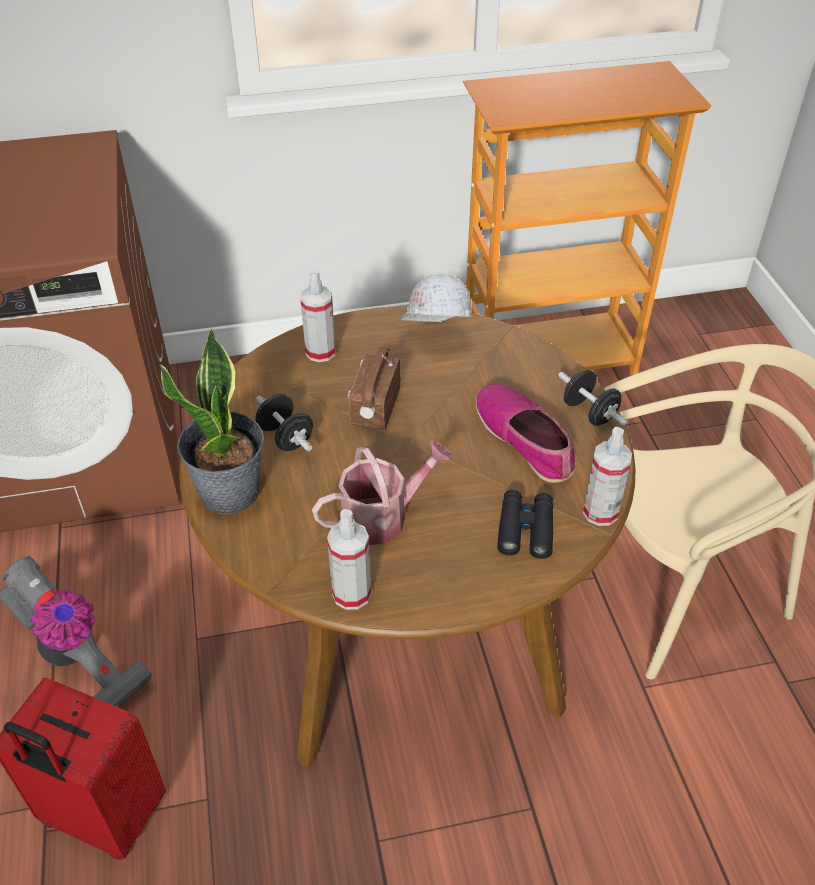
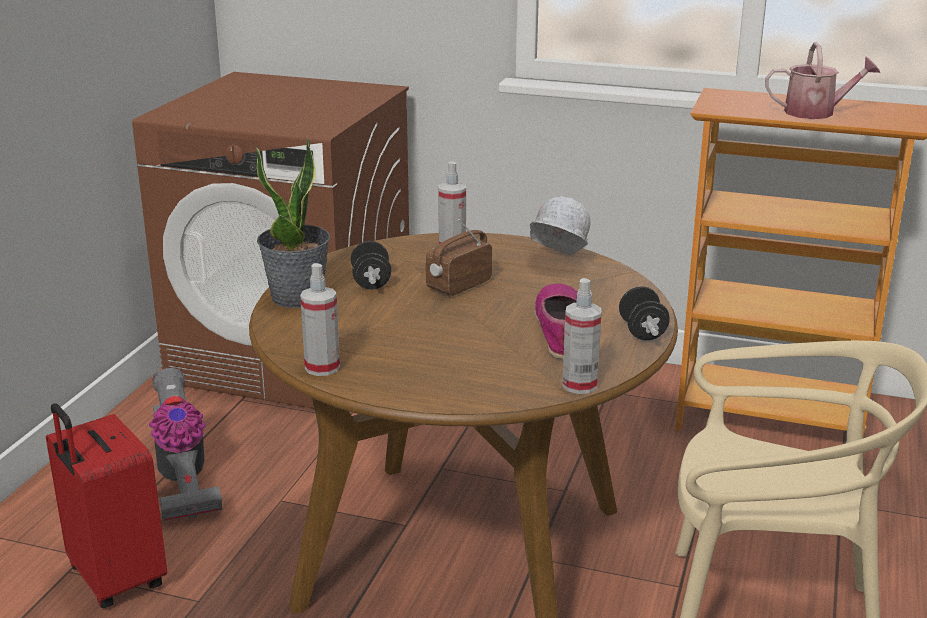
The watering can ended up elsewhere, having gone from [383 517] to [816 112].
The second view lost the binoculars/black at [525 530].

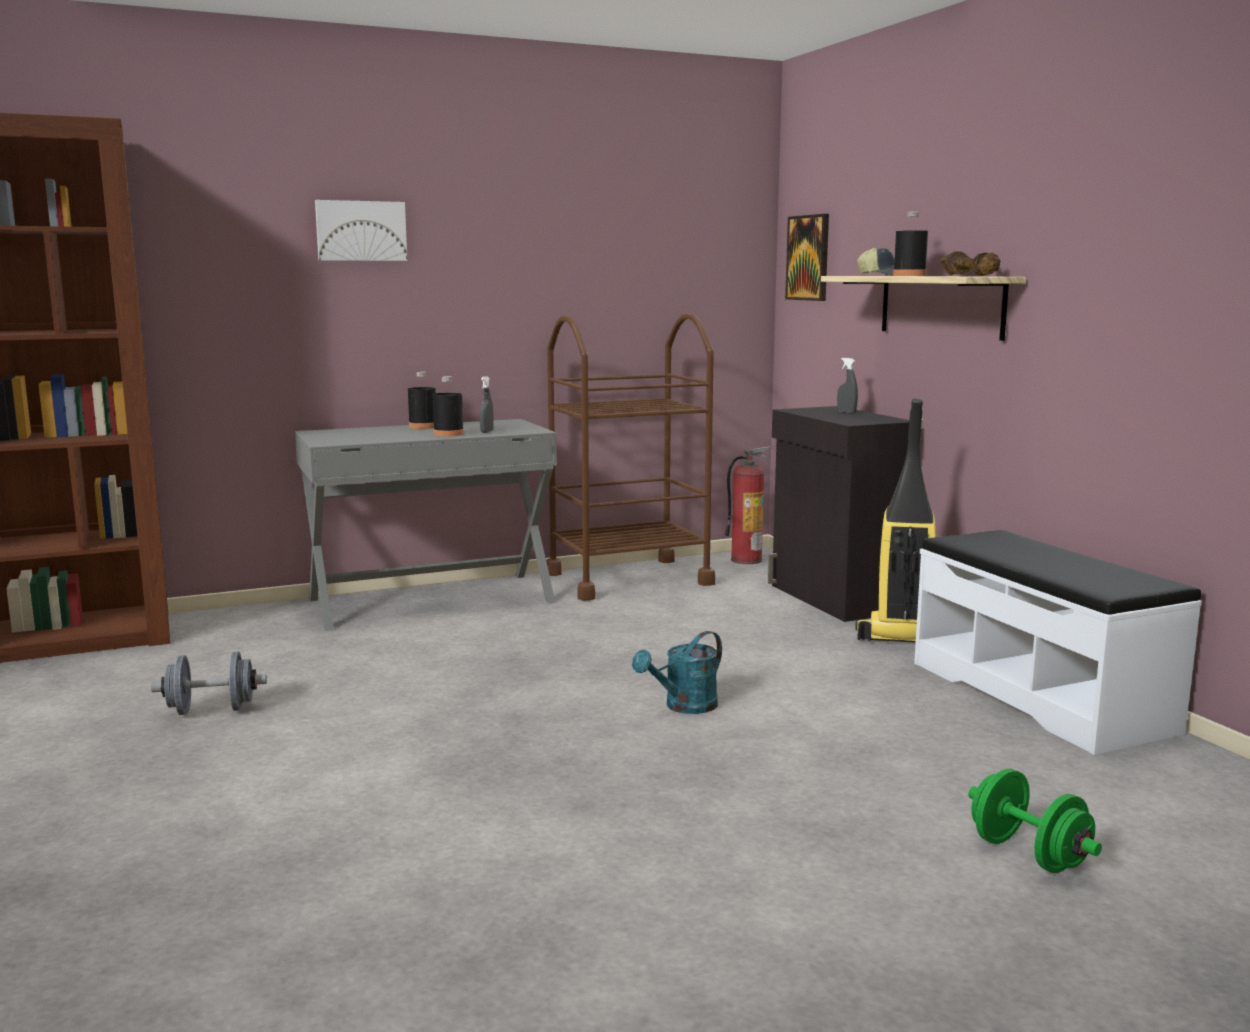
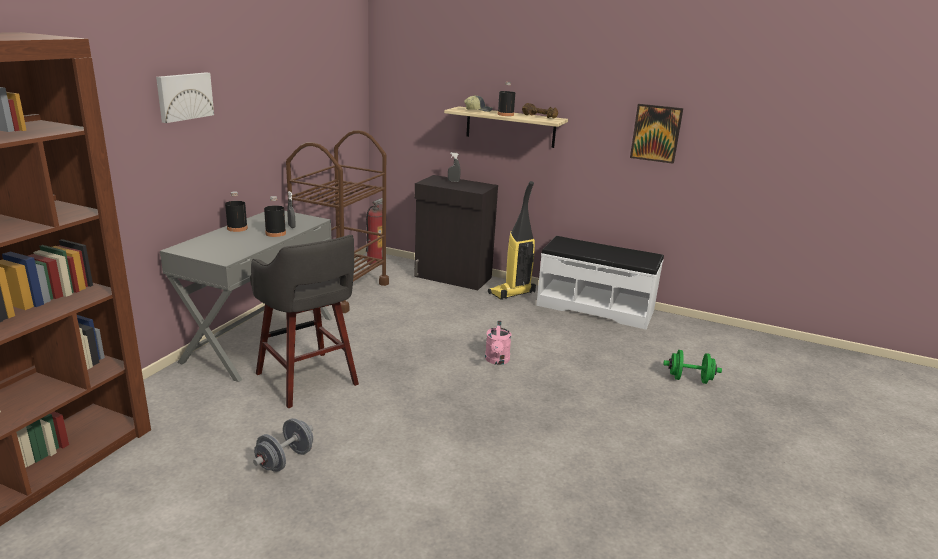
What was the watering can/turquoise at [684 707] turned into the watering can/pink at [497 361].
The picture ended up elsewhere, having gone from [808 258] to [656 133].
The second view gained the stool/grey at [308 380].

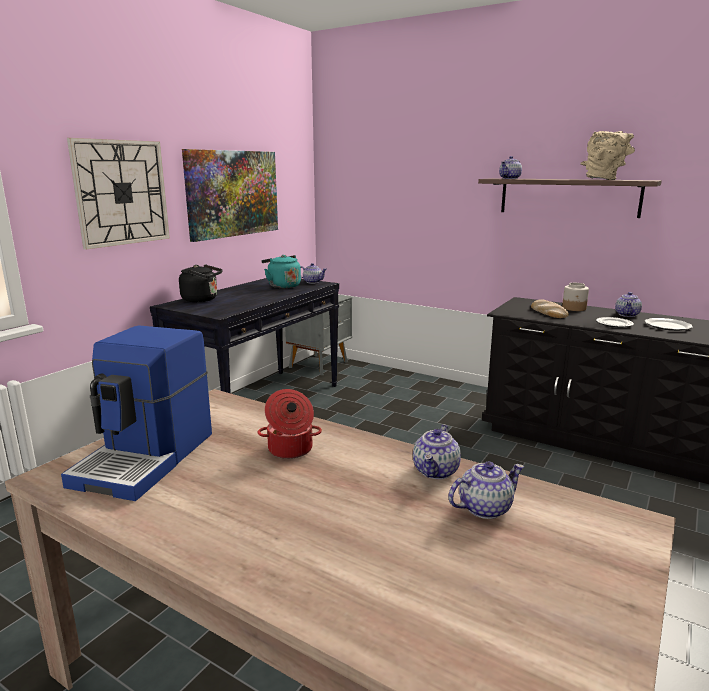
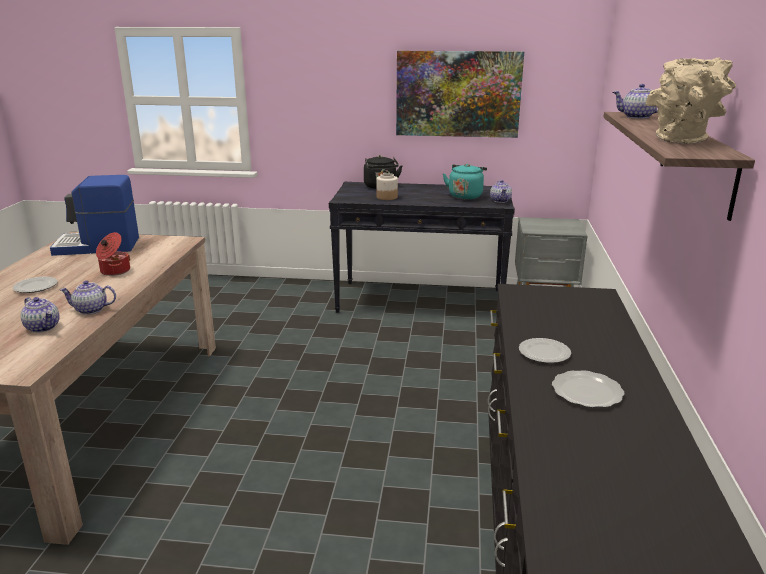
The second view lost the wall clock at [121 193].
The second view lost the bread at [548 312].
The jar ended up elsewhere, having gone from [574 308] to [386 197].
The second view lost the teapot at [627 315].
The second view gained the plate at [35 287].

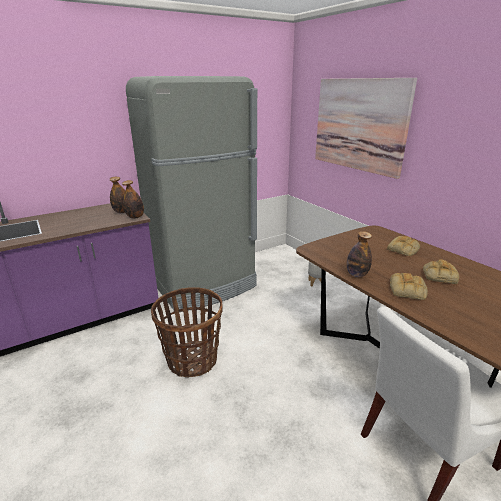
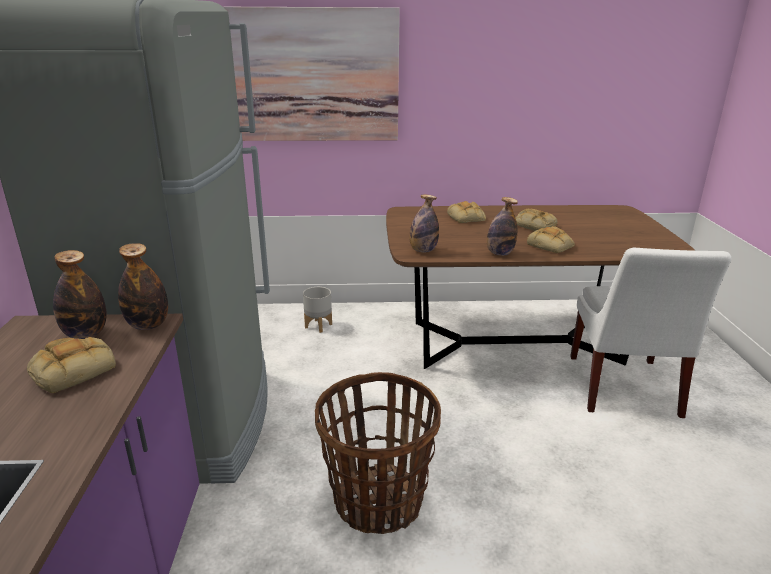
The second view gained the bread at [74 370].
The second view gained the bottle at [423 250].

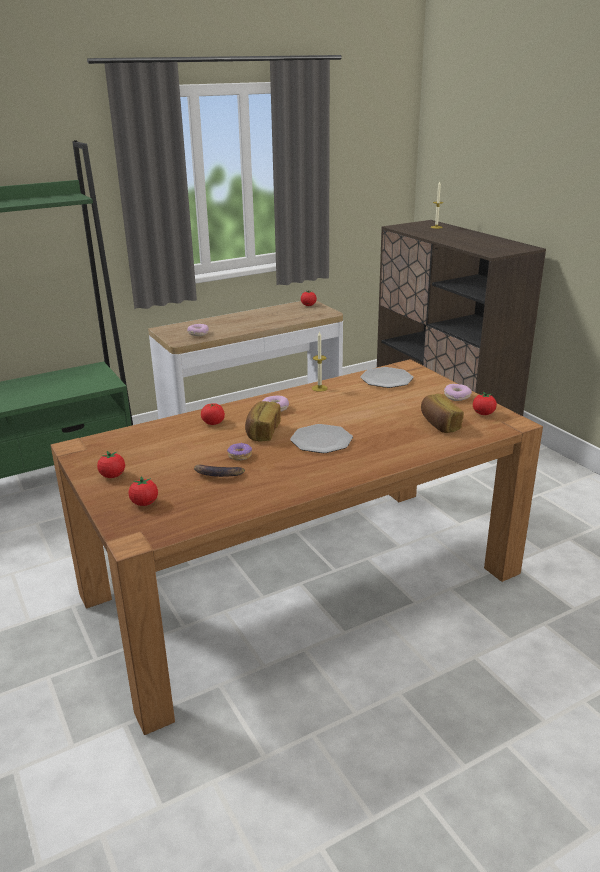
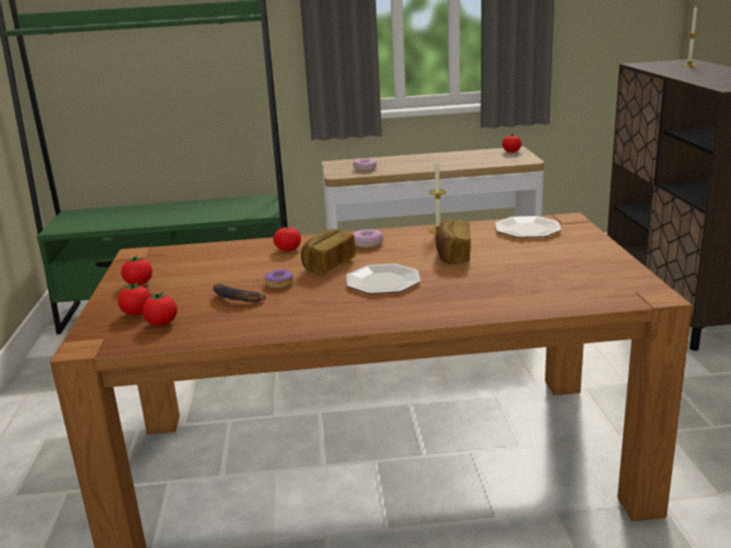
The bread ended up elsewhere, having gone from [439 424] to [453 255].
The second view lost the donut at [457 396].
The tomato ended up elsewhere, having gone from [483 414] to [162 324].

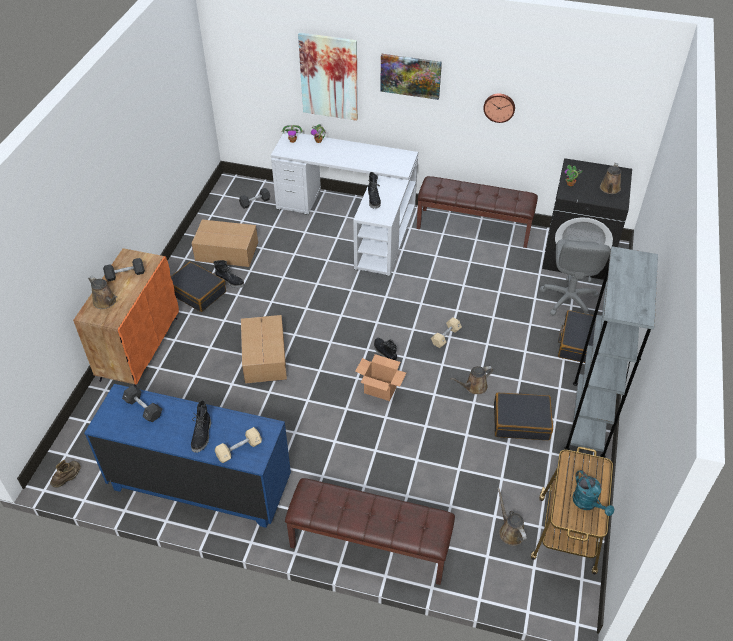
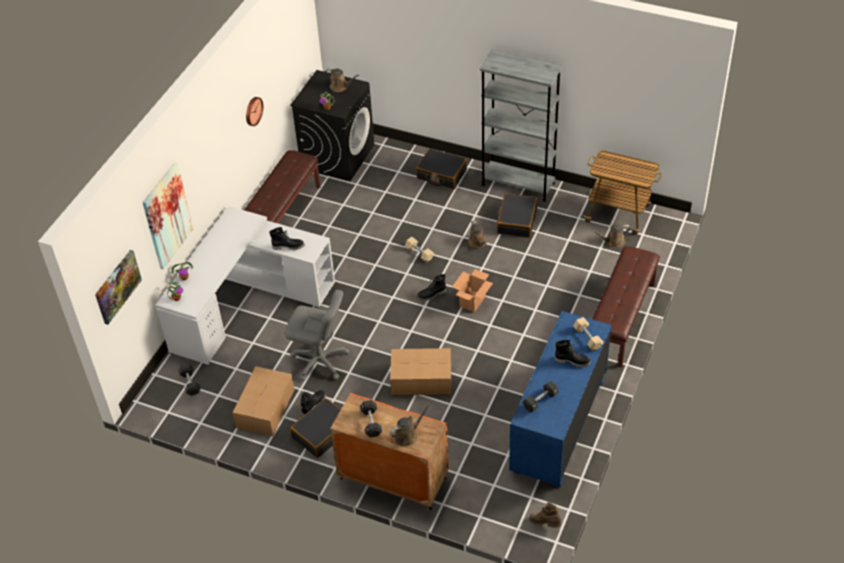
The picture ended up elsewhere, having gone from [410 76] to [117 286].
The office chair/grey ended up elsewhere, having gone from [568 299] to [320 361].
The second view lost the watering can/turquoise at [587 503].

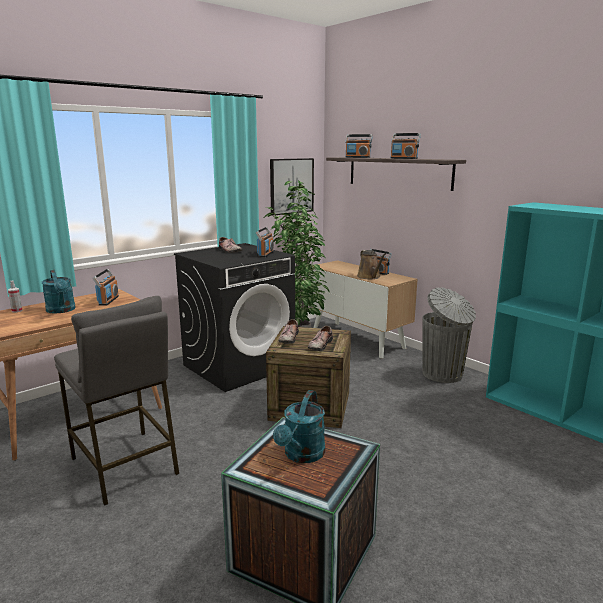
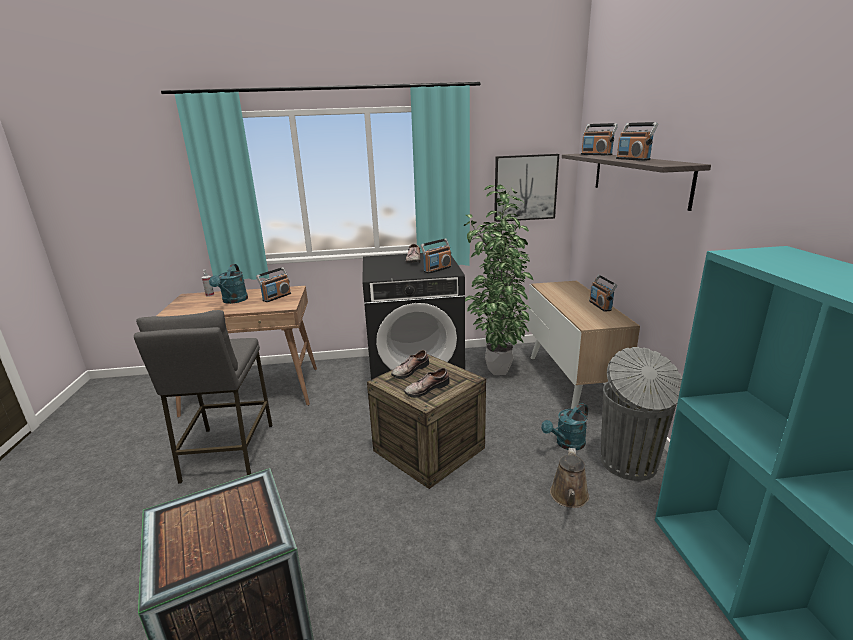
The watering can/turquoise ended up elsewhere, having gone from [302 455] to [566 444].
The watering can/brown ended up elsewhere, having gone from [370 277] to [569 497].

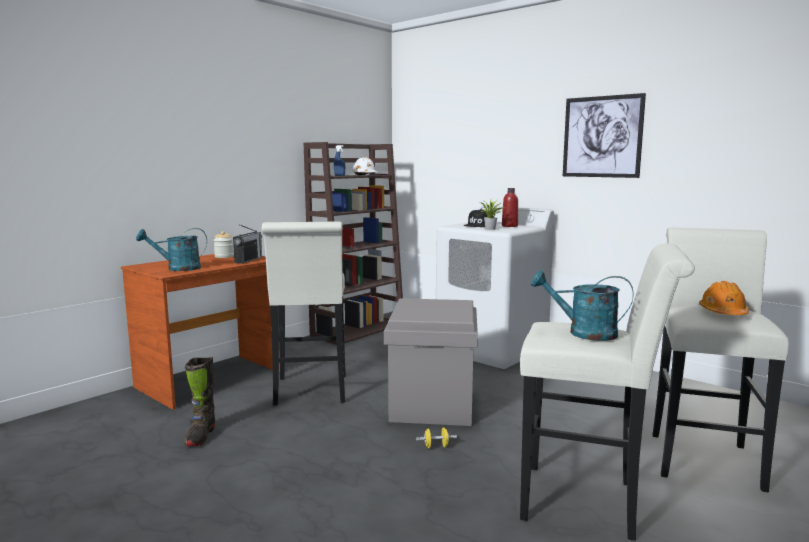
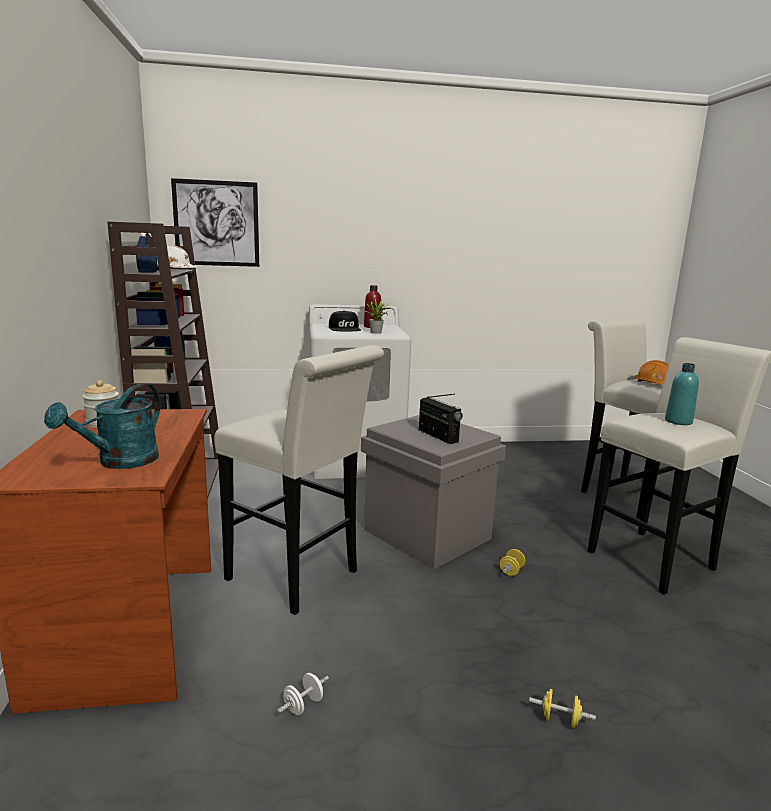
Where the boot/black stood at [200 436], the dumbbell/white came to stand at [303 705].
The radio ended up elsewhere, having gone from [248 260] to [438 436].
Where the watering can/turquoise stood at [583 333], the bottle/turquoise came to stand at [678 421].
The picture ended up elsewhere, having gone from [602 137] to [216 223].
The second view gained the dumbbell/yellow at [560 720].

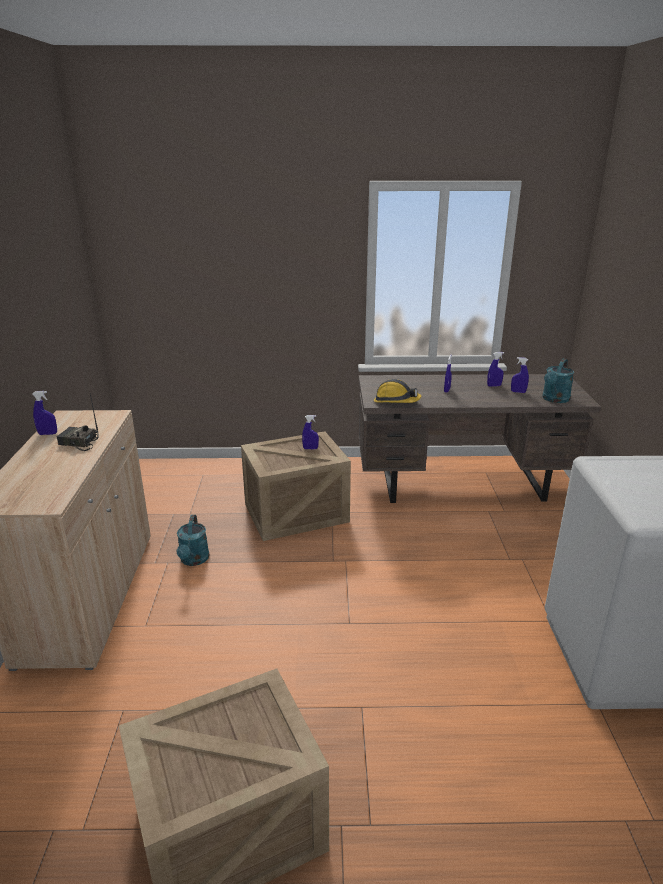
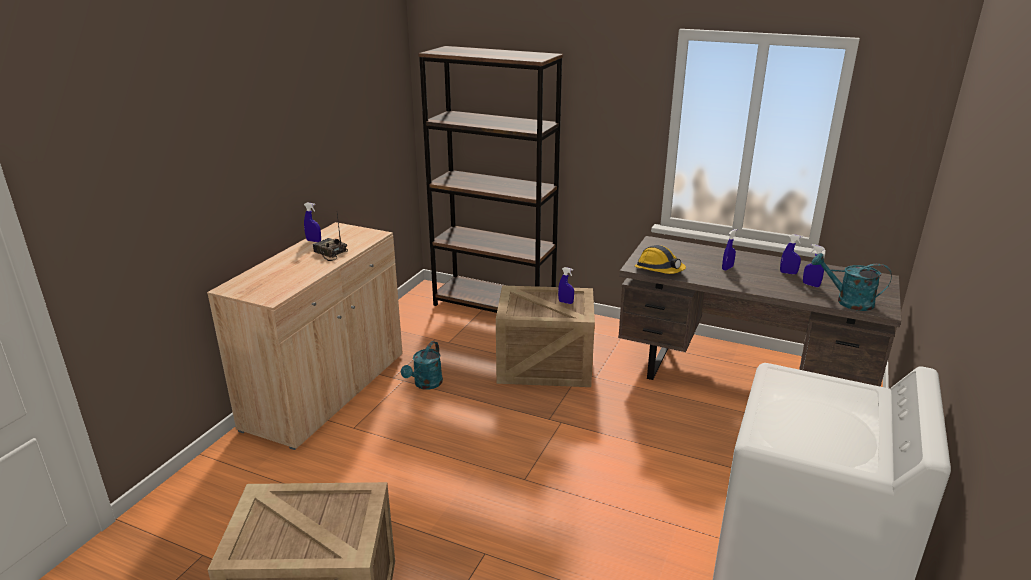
The watering can/turquoise at [554 399] ended up facing another way, 60 degrees clockwise from before.
The second view gained the bookcase/brown at [494 306].

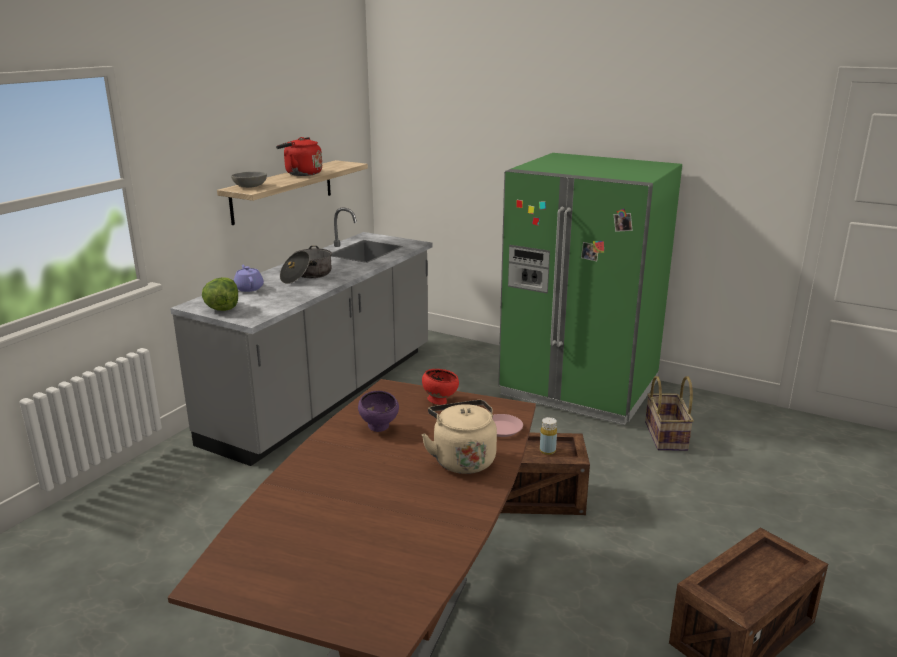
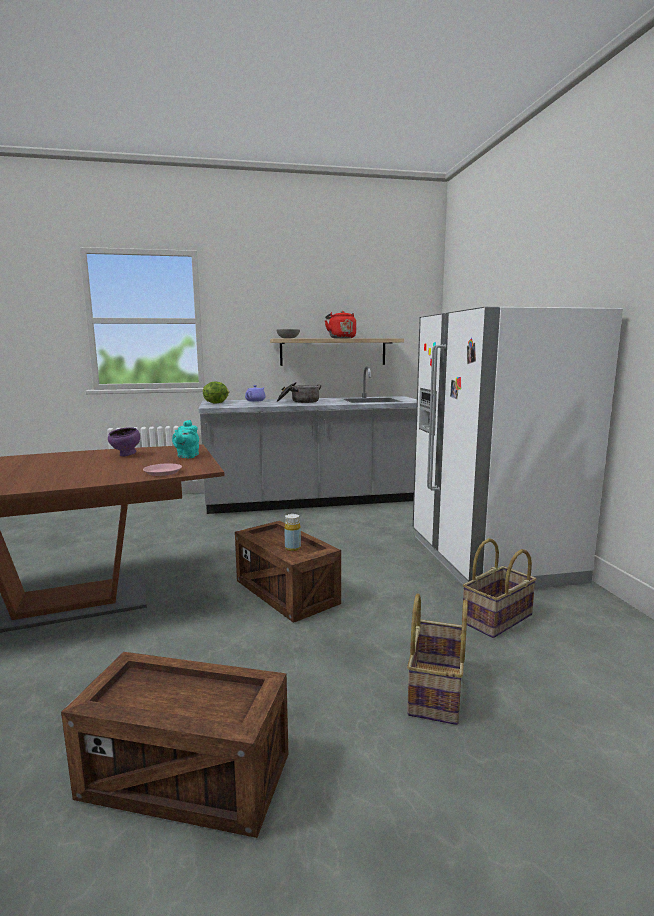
The second view lost the kettle/beige at [462 459].
Where the bowl/red stood at [439 401], the teapot/turquoise came to stand at [187 456].
What was the fridge/green at [579 389] turned into the fridge/white at [491 559].
The second view gained the basket at [437 692].

